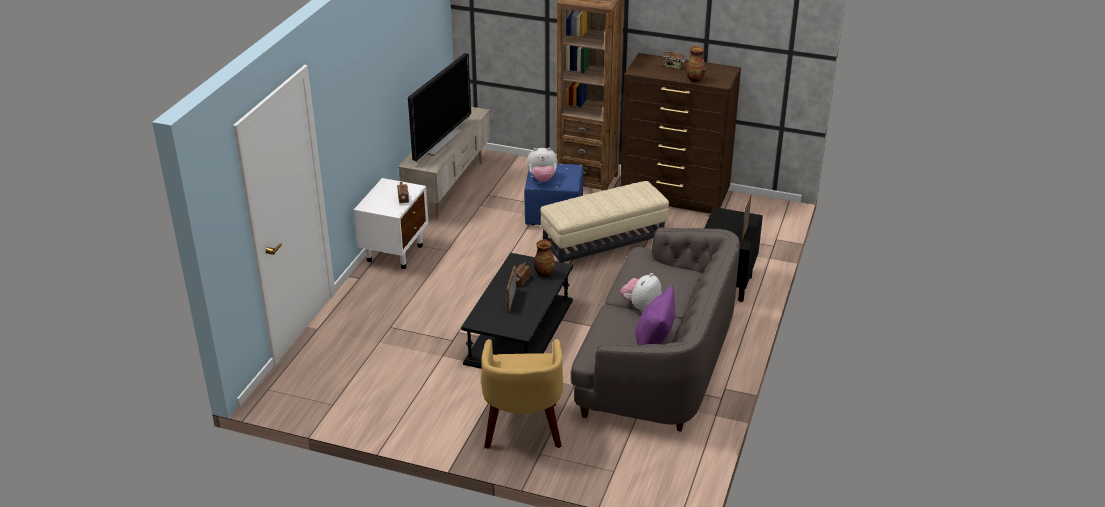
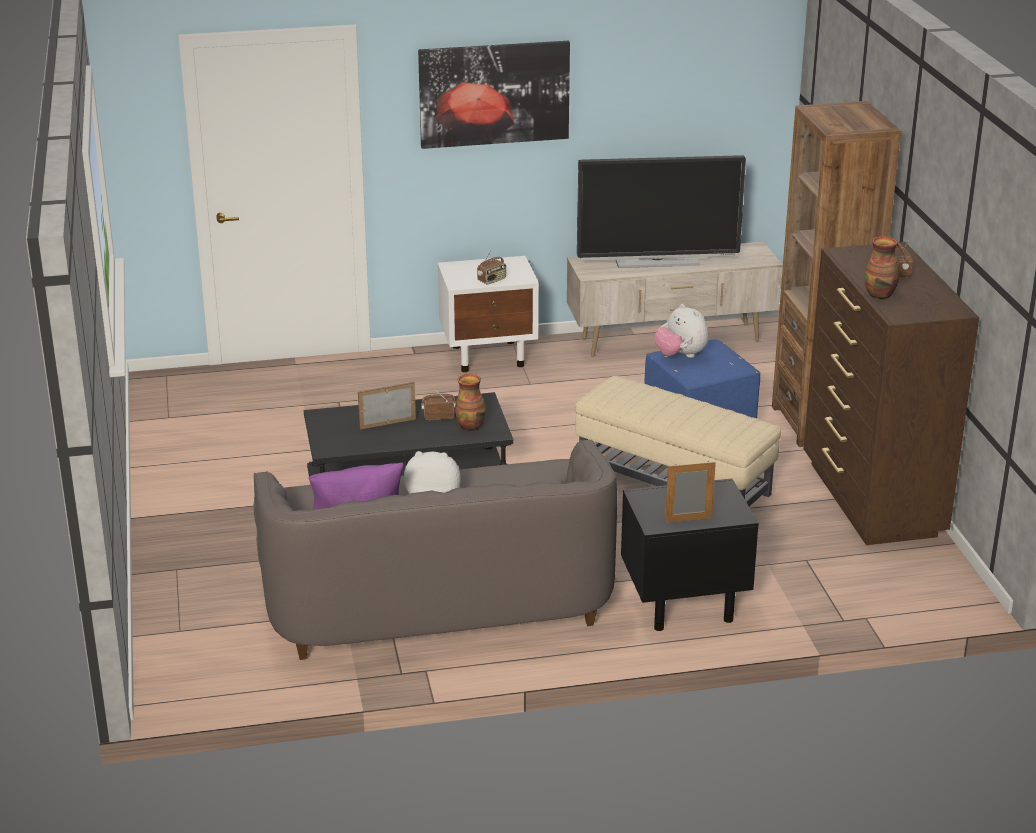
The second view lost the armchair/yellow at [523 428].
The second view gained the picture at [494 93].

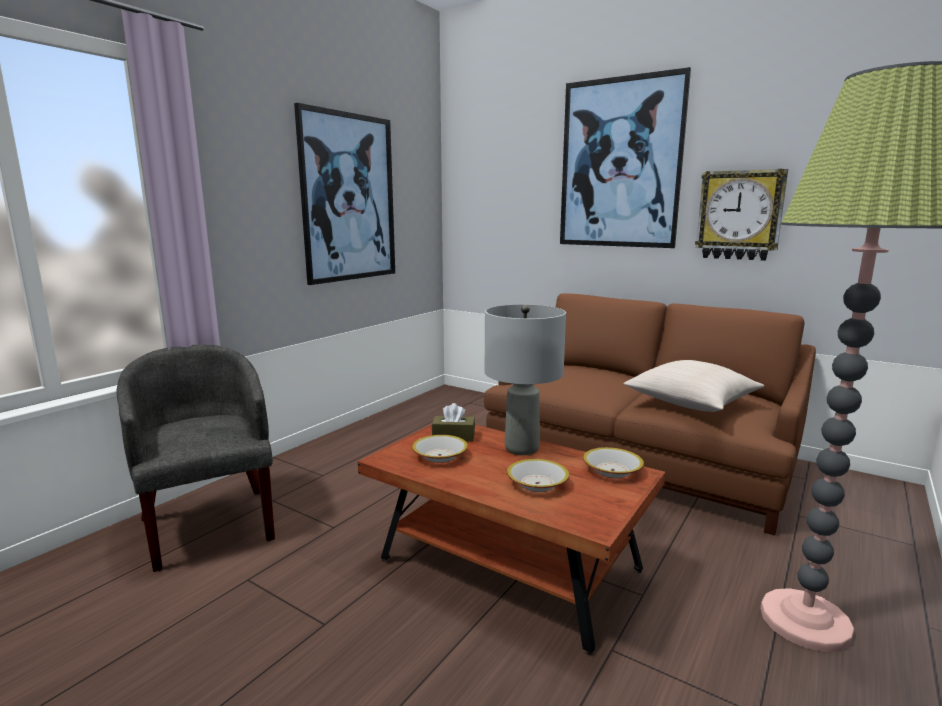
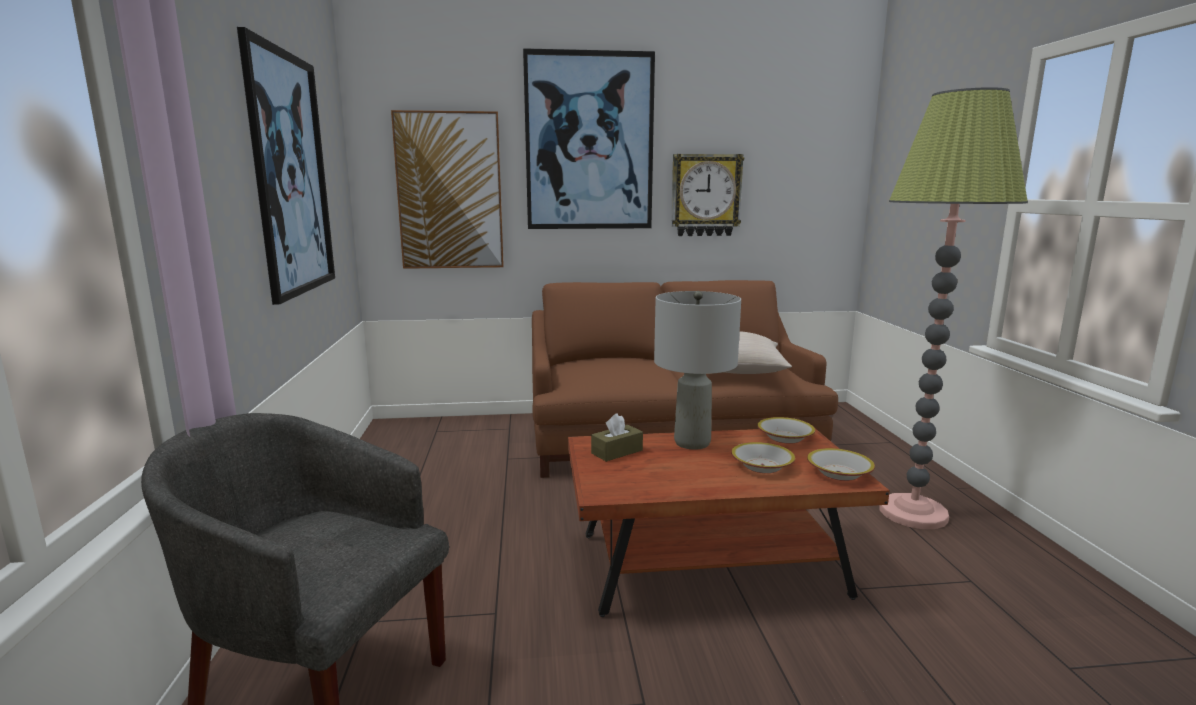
The bowl ended up elsewhere, having gone from [439 456] to [838 473].
The second view gained the picture at [450 191].

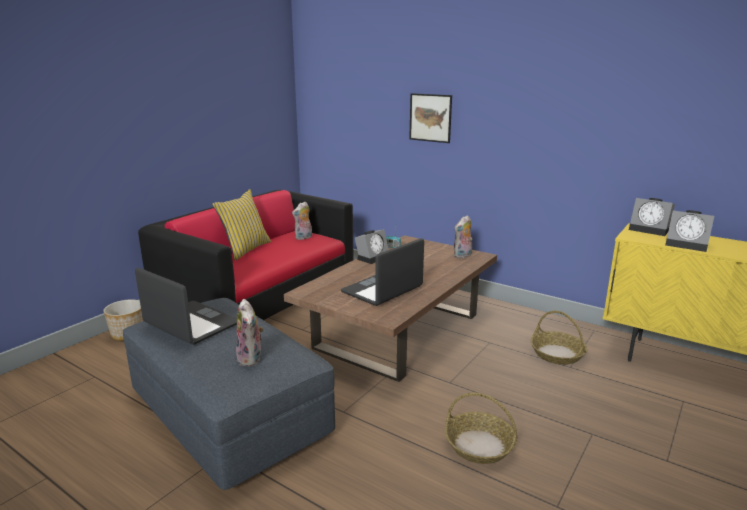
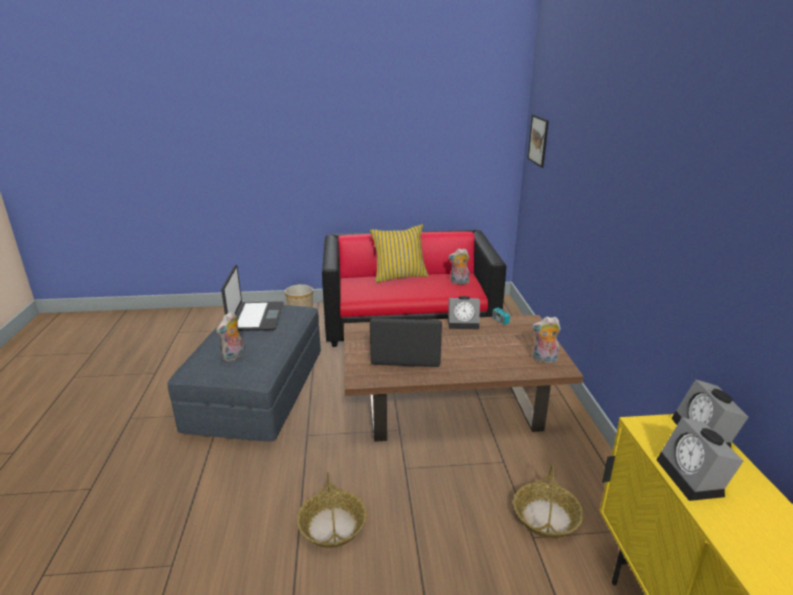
The picture ended up elsewhere, having gone from [430 118] to [538 140].

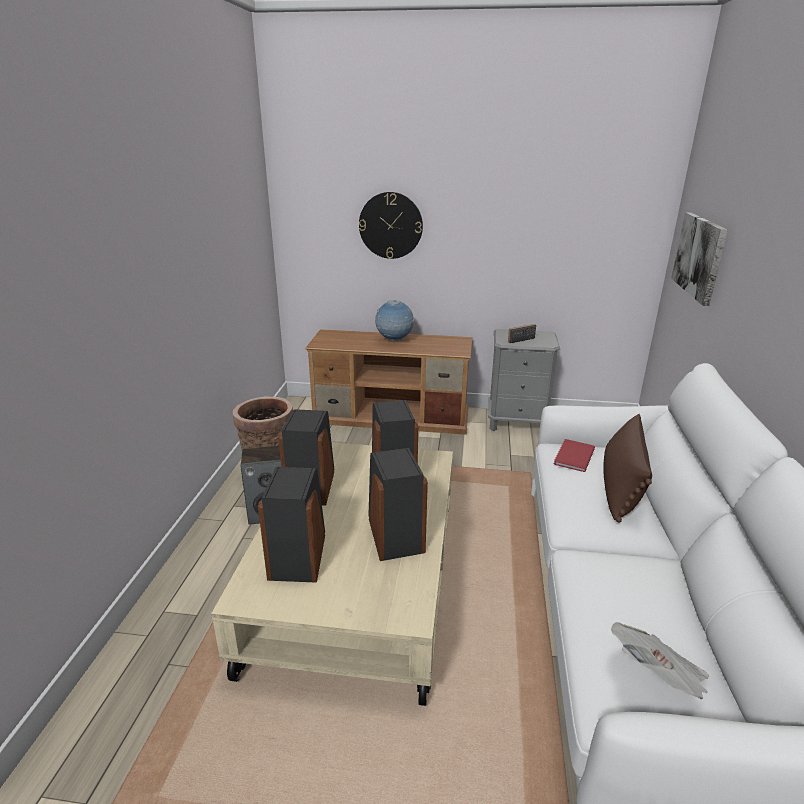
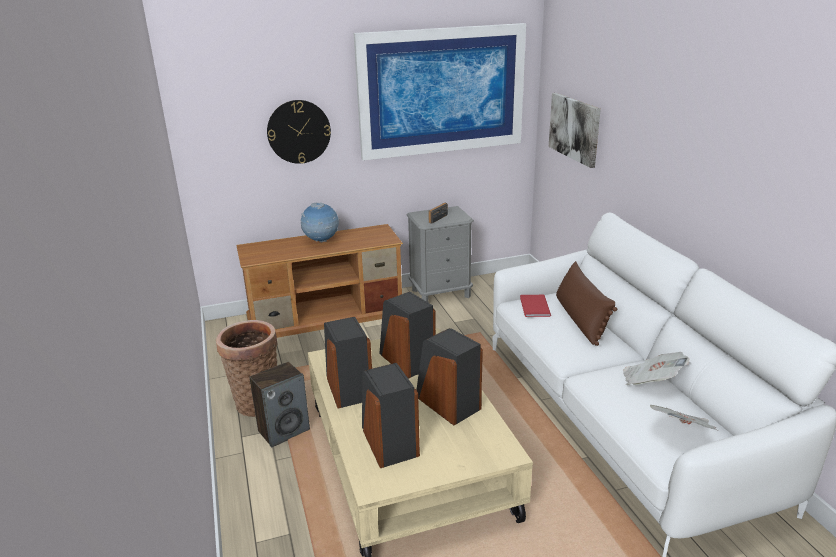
The second view gained the picture at [441 91].
The second view gained the newspaper at [651 381].

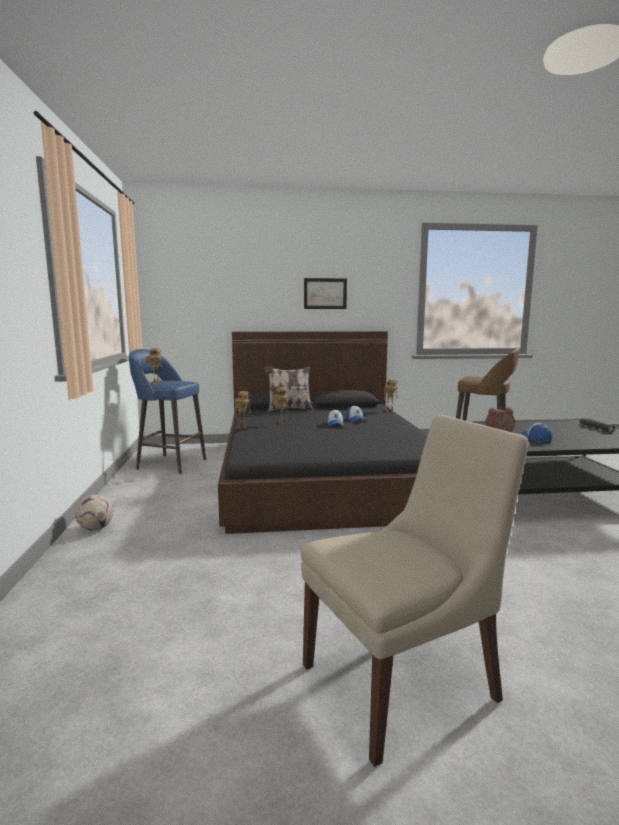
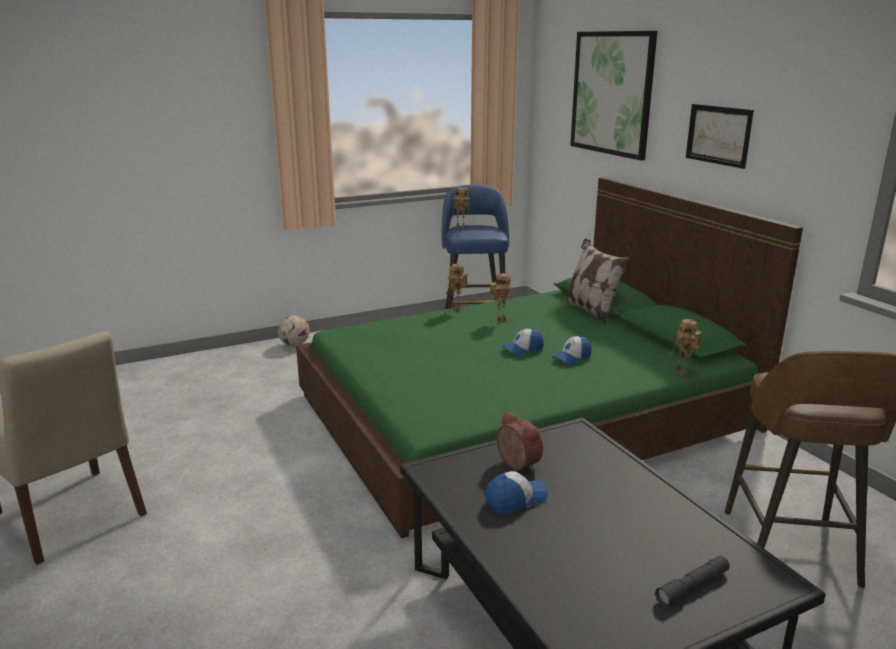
What was the bed/black at [325 473] turned into the bed/green at [523 411].
The second view gained the picture at [612 93].

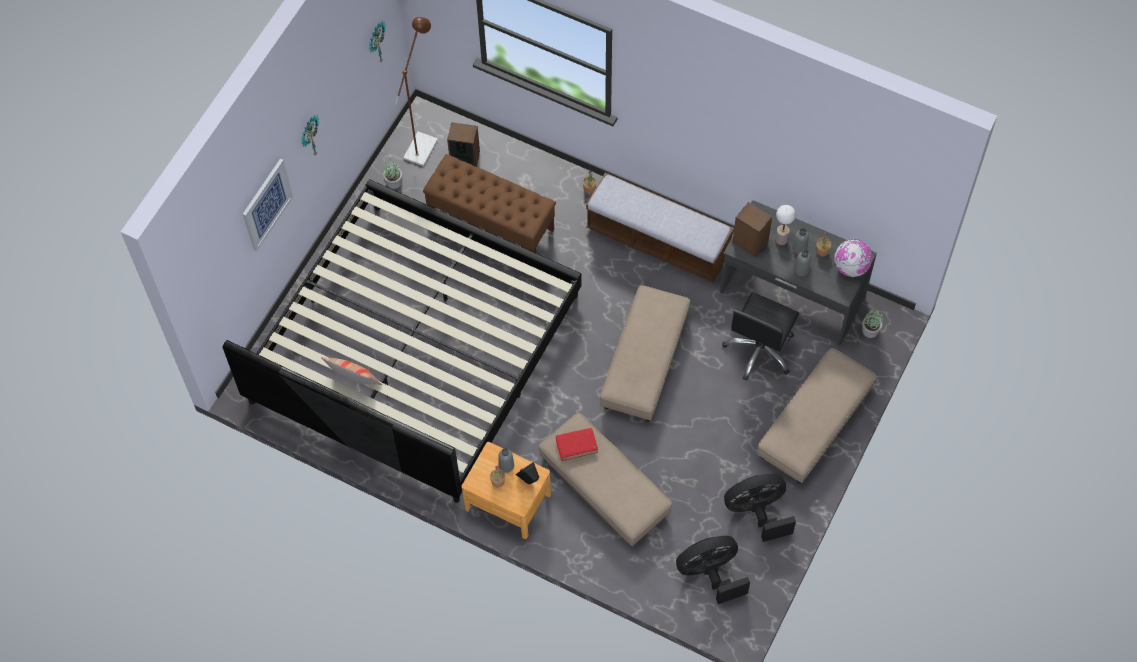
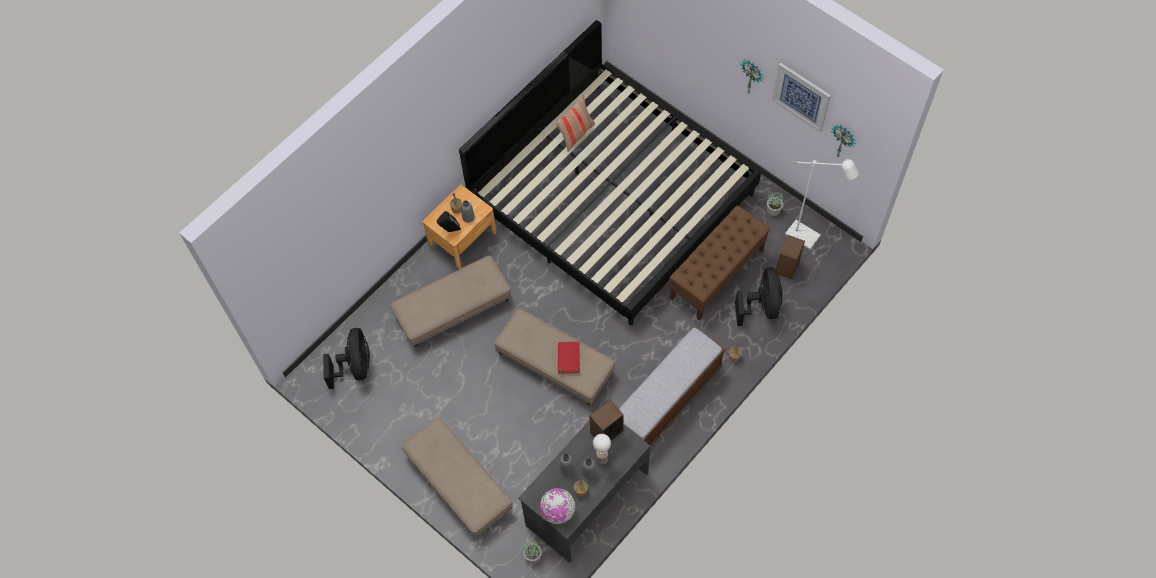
The picture ended up elsewhere, having gone from [266 204] to [801 96].
What was the floor lamp/brown at [423 143] turned into the floor lamp/white at [808 238].
The book/red ended up elsewhere, having gone from [576 446] to [568 359].
The second view lost the office chair/black at [760 350].
The fan/black ended up elsewhere, having gone from [757 512] to [761 306].

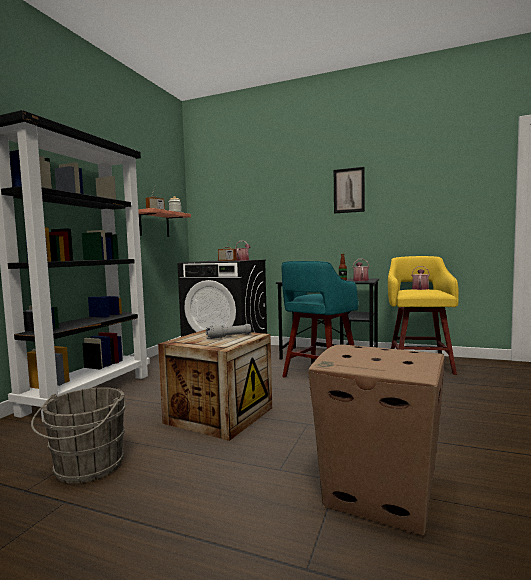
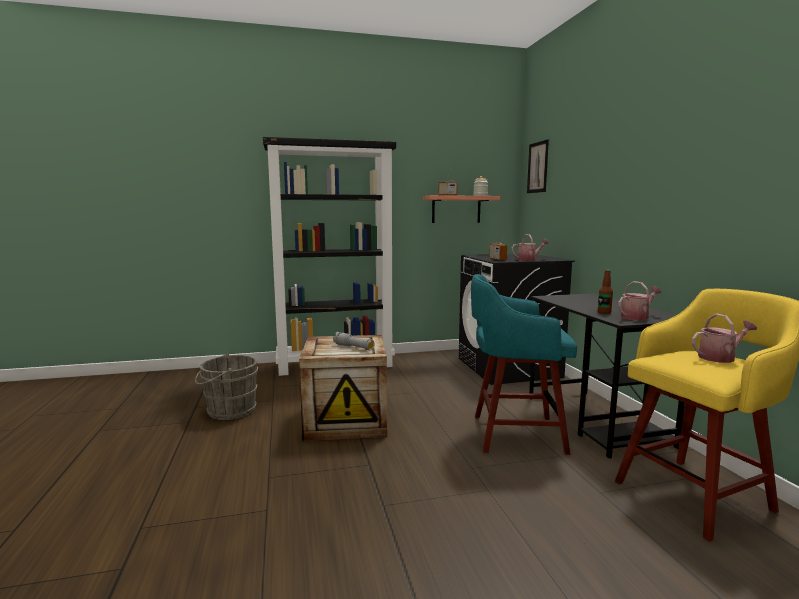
The second view lost the cardboard box at [381 493].
The picture ended up elsewhere, having gone from [349 190] to [537 167].

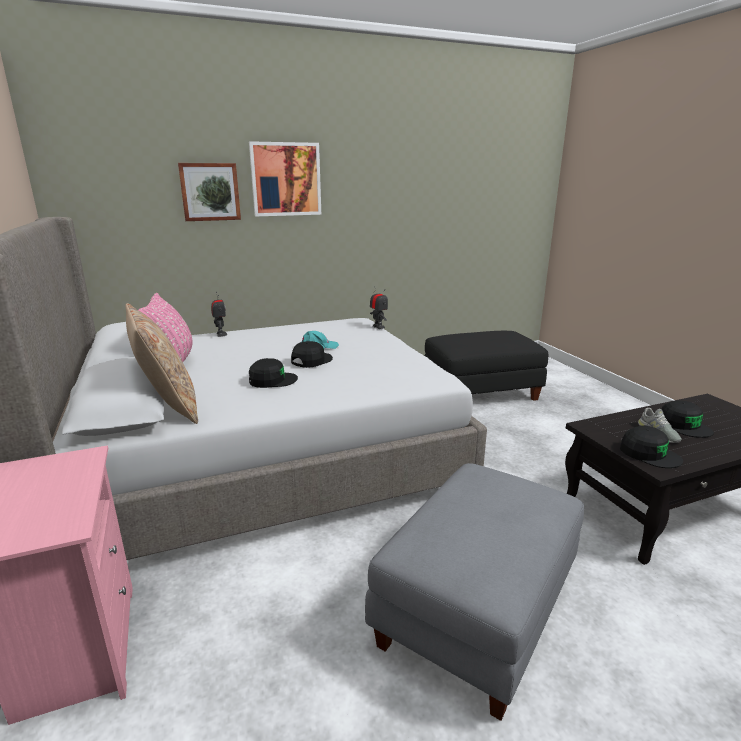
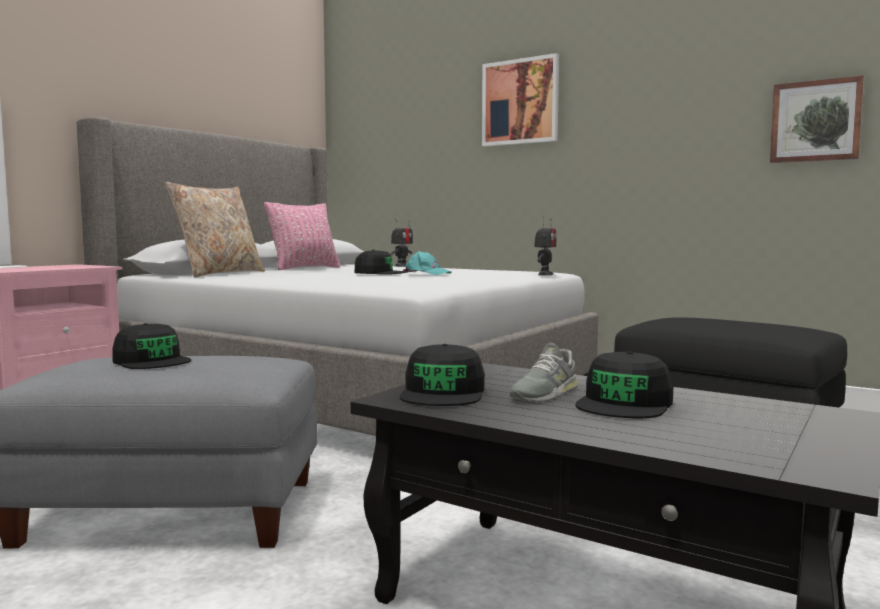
The picture ended up elsewhere, having gone from [210 192] to [816 121].
The cap/black ended up elsewhere, having gone from [272 380] to [152 361].

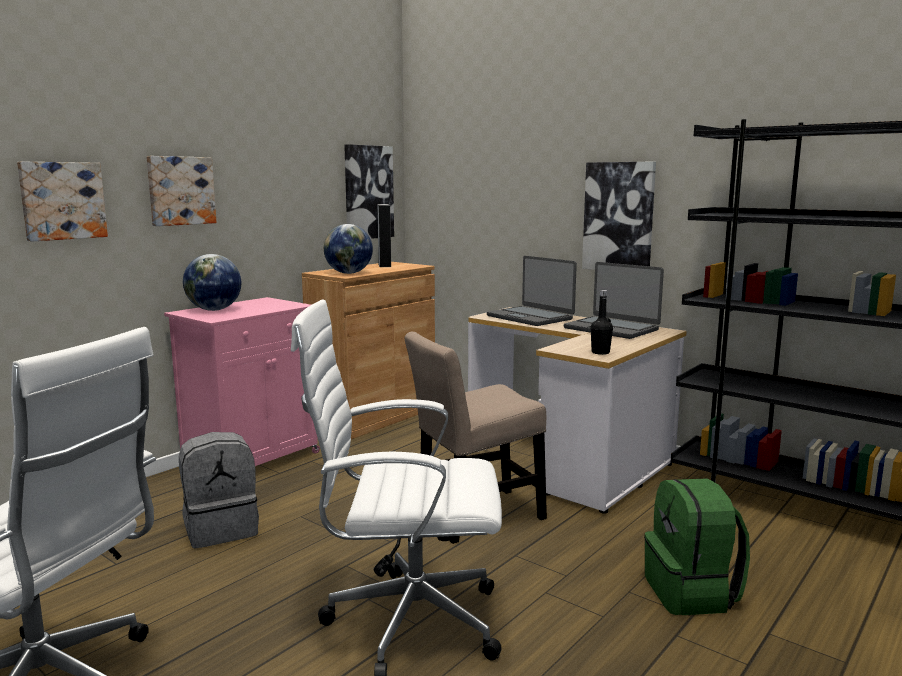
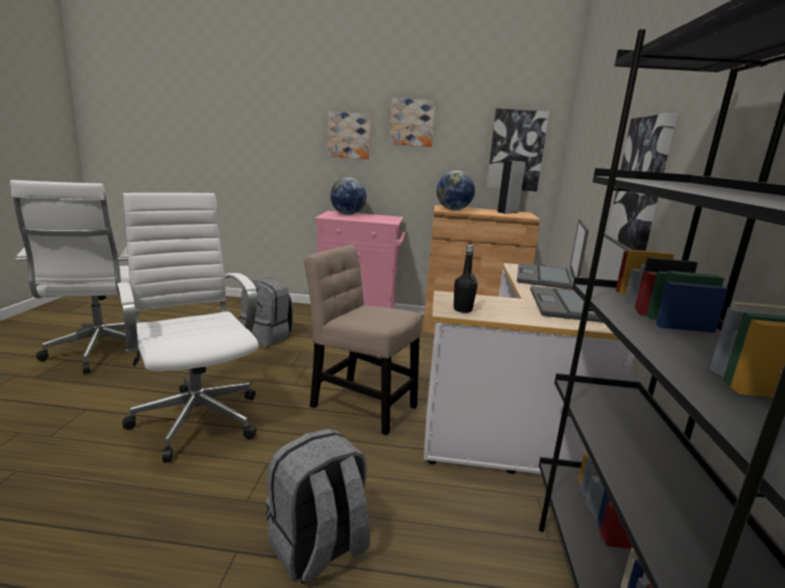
The picture ended up elsewhere, having gone from [62 200] to [412 122].
What was the backpack/green at [692 593] turned into the backpack/grey at [318 549].

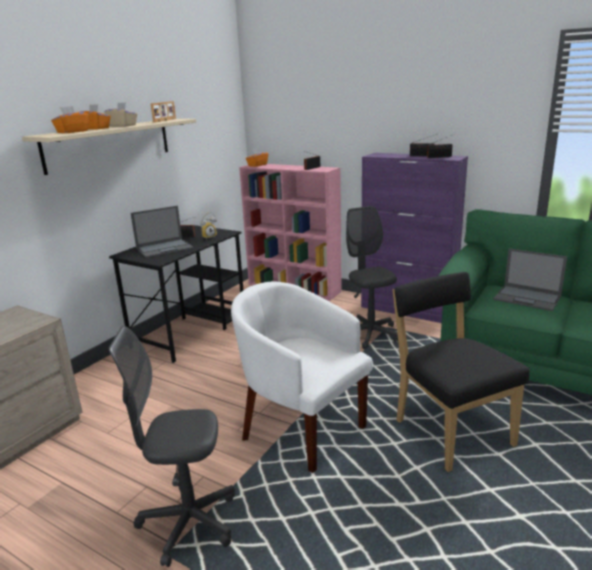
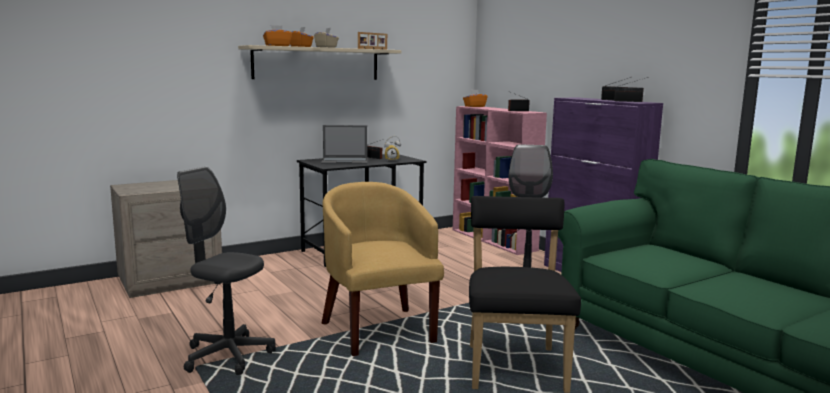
What was the armchair/white at [301 429] turned into the armchair/yellow at [378 329].
The second view lost the laptop at [528 298].

